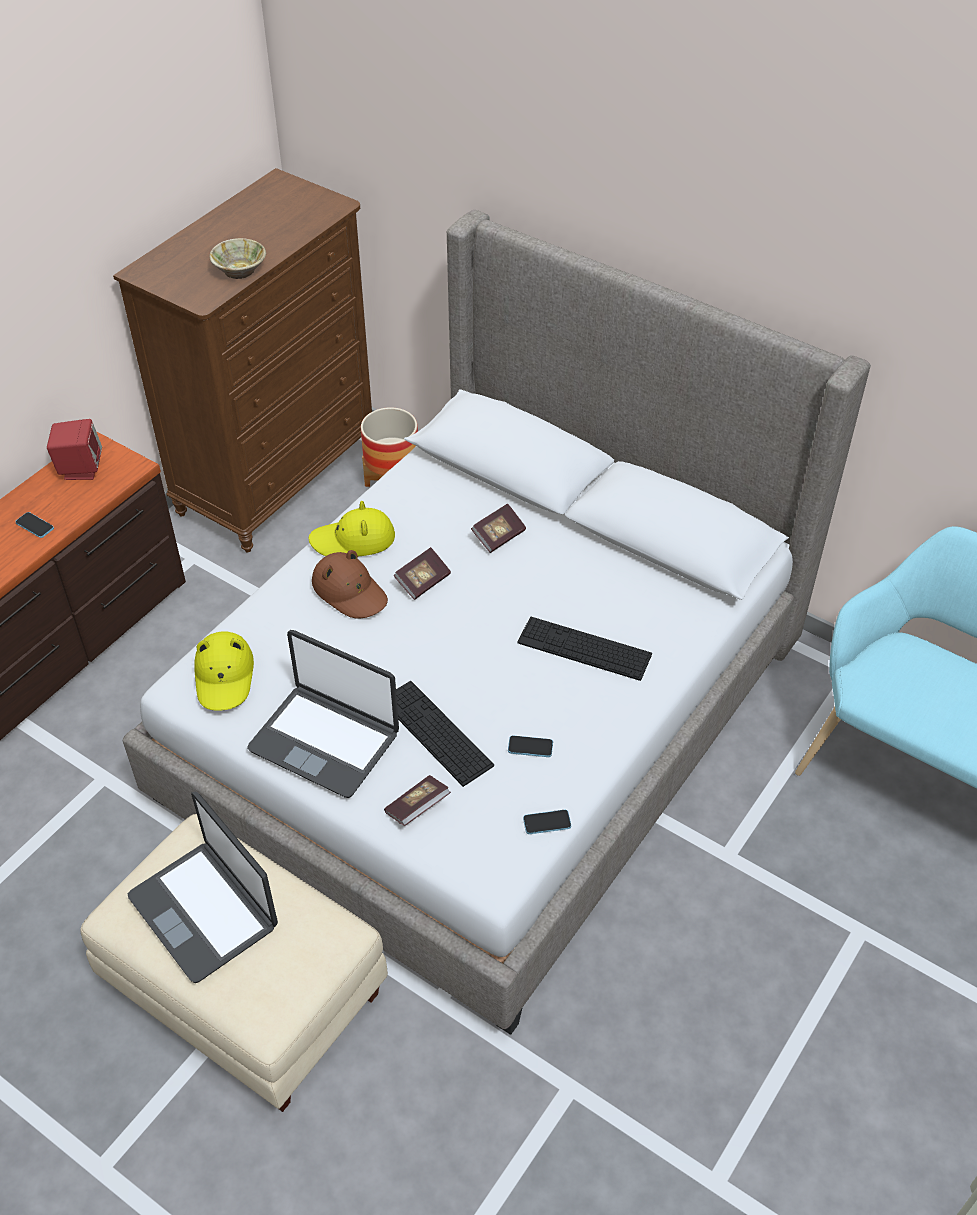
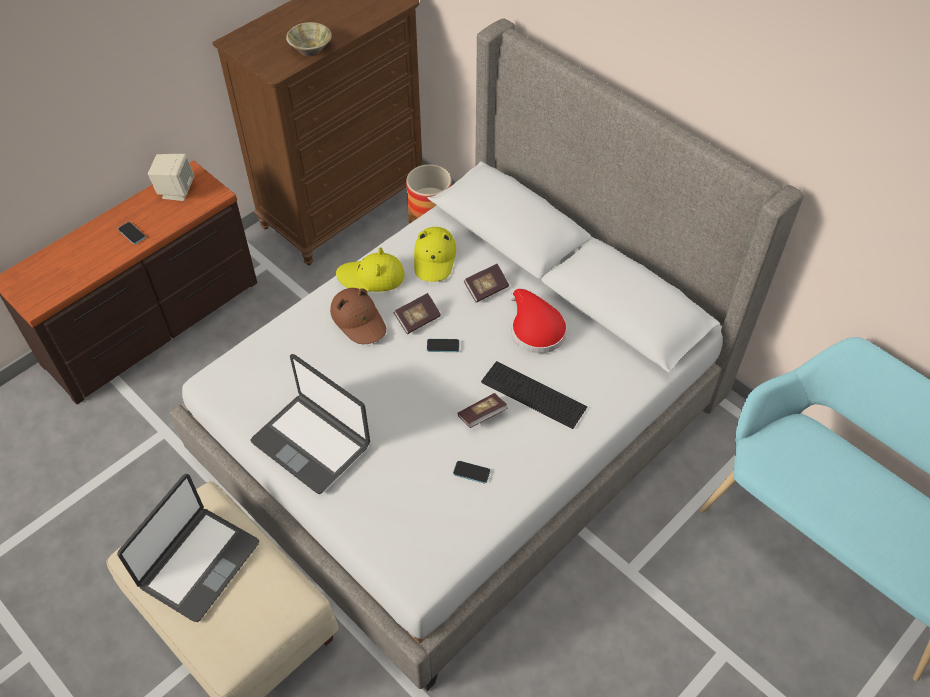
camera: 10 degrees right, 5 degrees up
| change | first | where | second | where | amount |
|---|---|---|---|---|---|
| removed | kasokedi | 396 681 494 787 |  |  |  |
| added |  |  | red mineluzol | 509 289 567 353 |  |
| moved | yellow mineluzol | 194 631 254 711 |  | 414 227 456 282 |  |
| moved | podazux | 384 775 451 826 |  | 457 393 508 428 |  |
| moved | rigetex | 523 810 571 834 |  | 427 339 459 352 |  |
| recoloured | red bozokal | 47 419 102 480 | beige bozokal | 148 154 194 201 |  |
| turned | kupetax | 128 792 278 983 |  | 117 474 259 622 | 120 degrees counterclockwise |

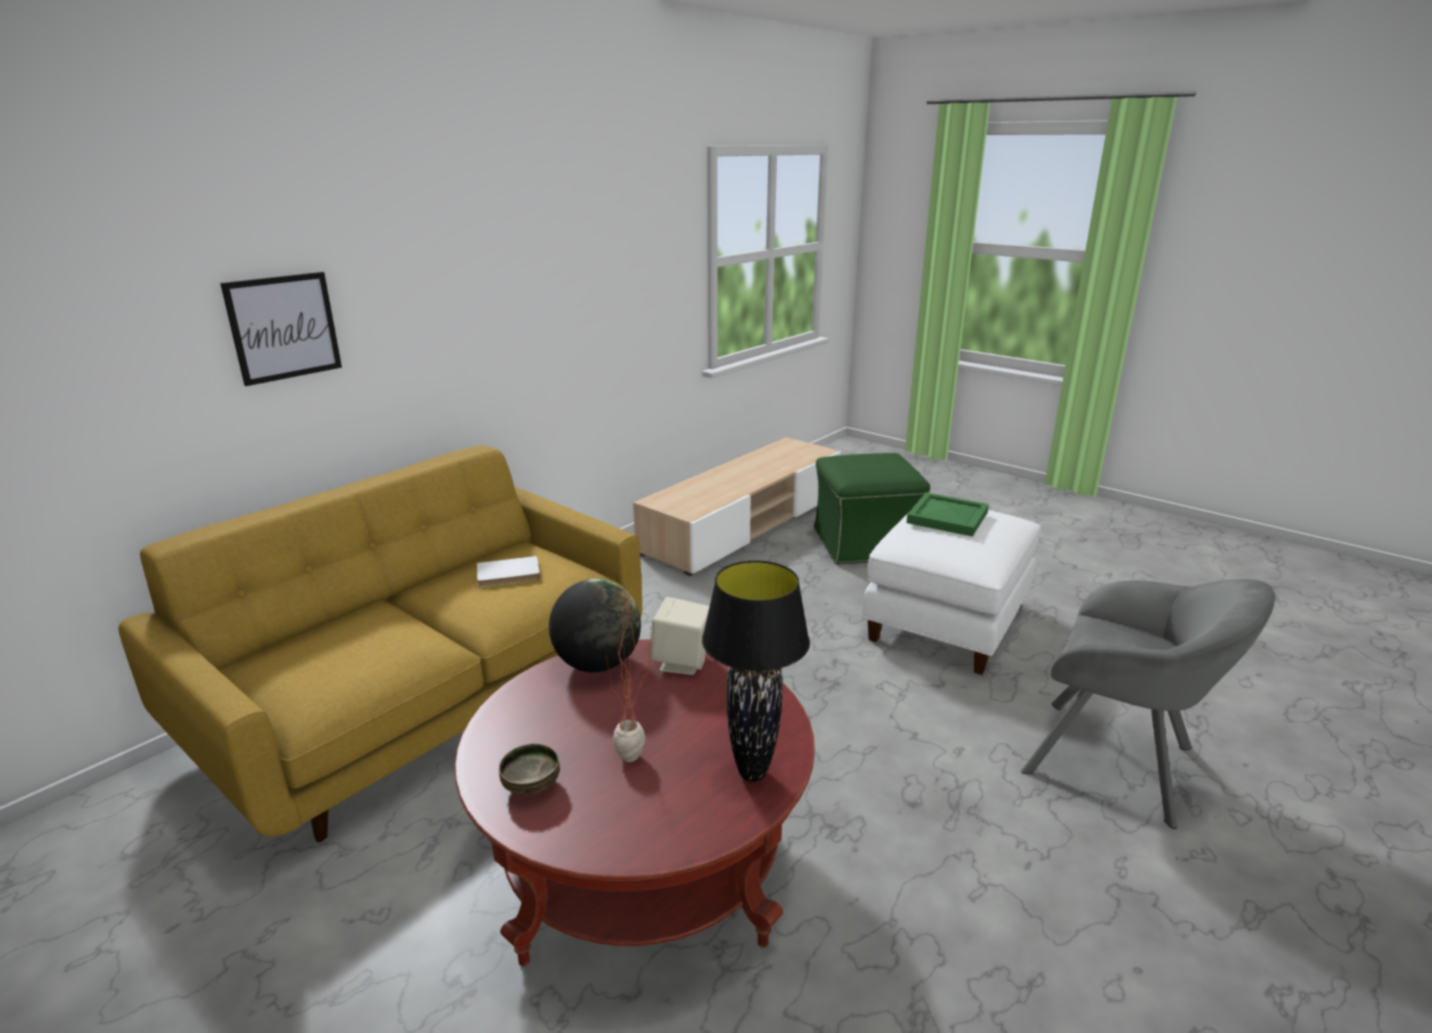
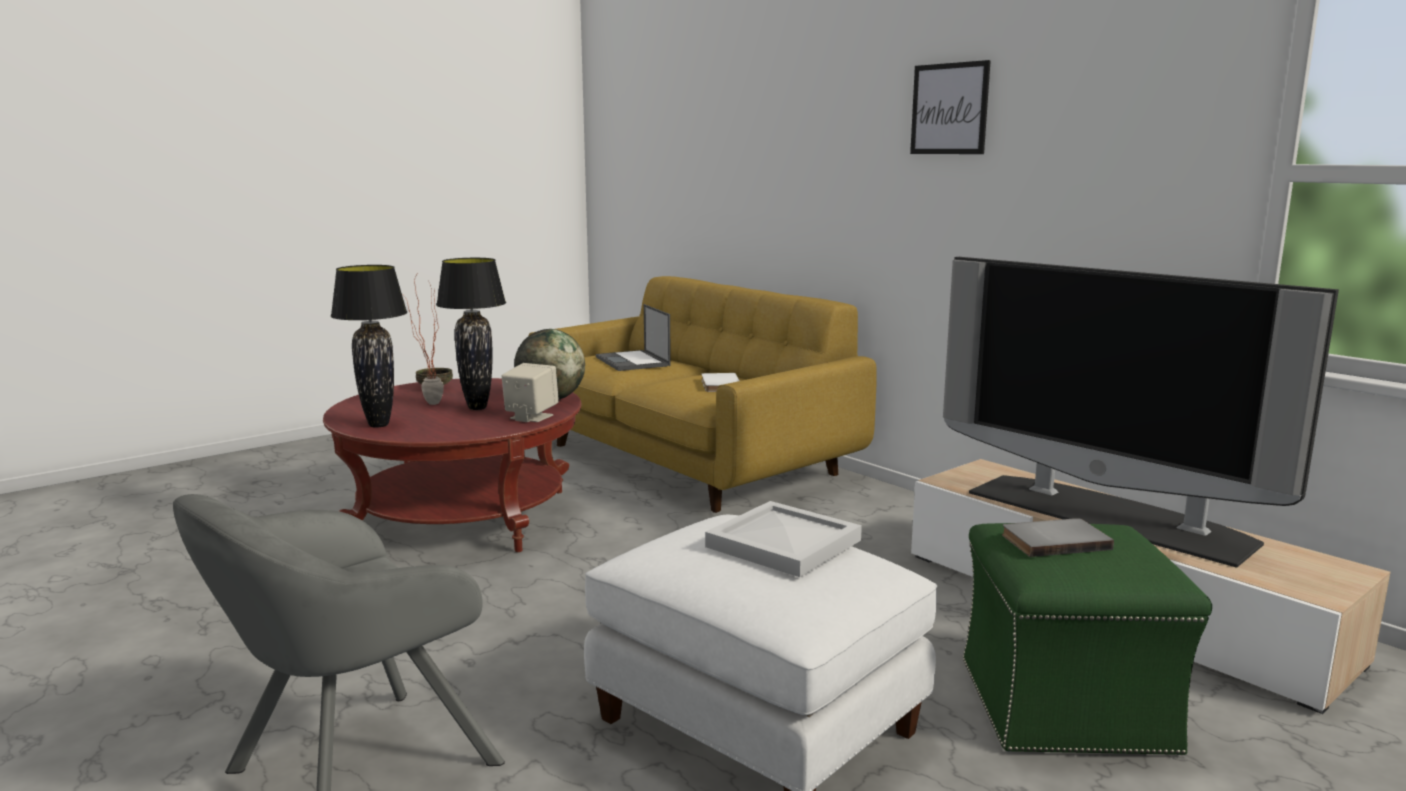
camera: 100 degrees right, 10 degrees down
| change | first | where | second | where | amount |
|---|---|---|---|---|---|
| added |  |  | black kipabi | 436 258 506 410 |  |
| added |  |  | kupetax | 596 304 671 371 |  |
| added |  |  | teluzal | 943 257 1339 568 |  |
| added |  |  | grey podazux | 1002 518 1114 557 |  |
| moved | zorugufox | 220 272 342 386 |  | 910 60 991 154 |  |
| recoloured | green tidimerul | 906 492 989 537 | white tidimerul | 705 501 862 577 |  |

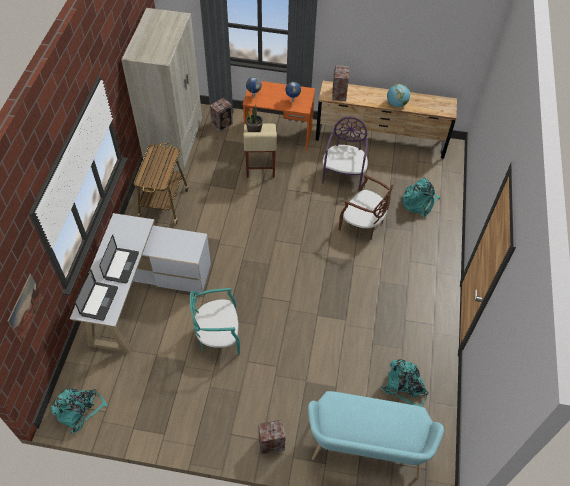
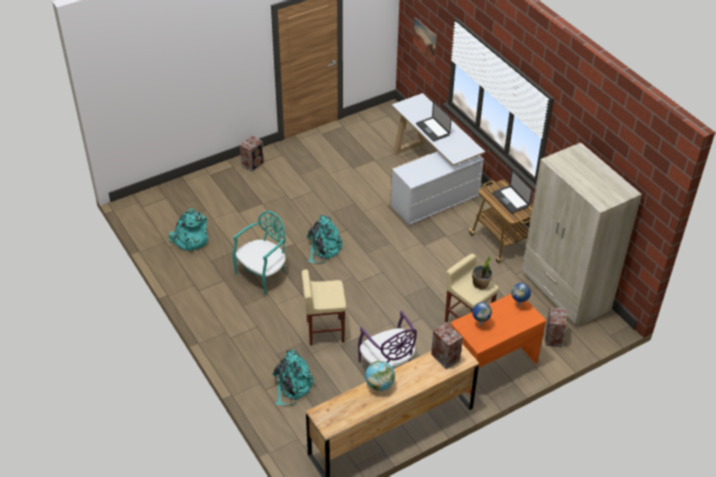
camera: 140 degrees right, 10 degrees down
| change | first | where | second | where | amount |
|---|---|---|---|---|---|
| removed | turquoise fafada | 308 391 444 479 |  |  |  |
| moved | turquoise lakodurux | 51 388 108 434 |  | 307 215 344 263 |  |
| moved | kupetax | 75 269 118 321 |  | 492 170 532 213 |  |
| moved | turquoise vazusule | 190 288 240 355 |  | 233 211 286 295 |  |
| replaced | brown vazusule | 339 175 394 240 | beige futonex | 301 269 347 345 |  |

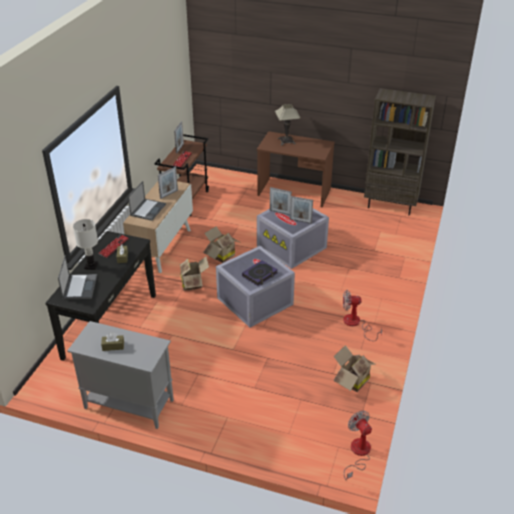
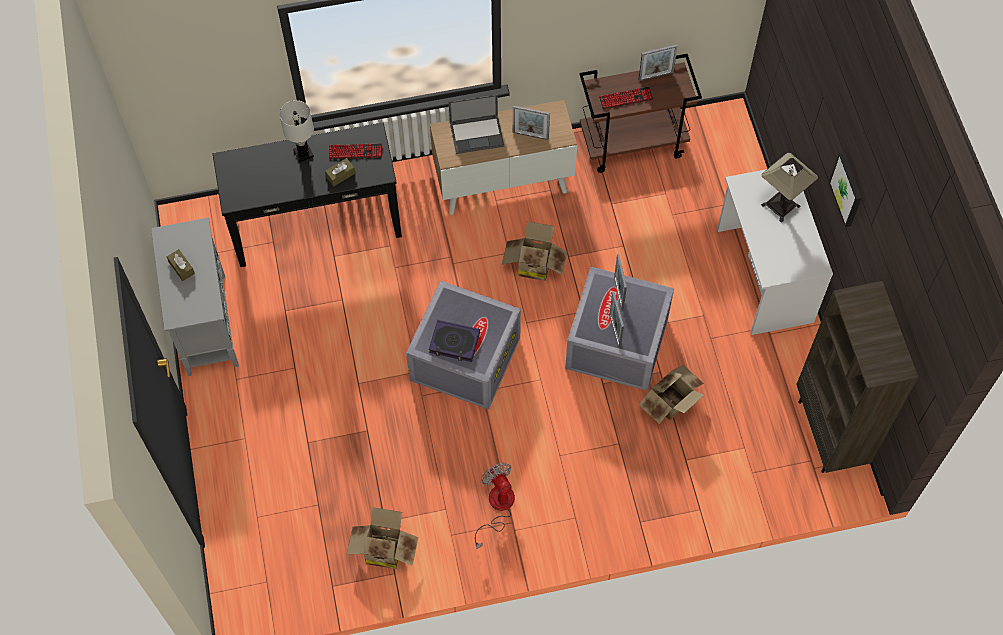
camera: 60 degrees right, 25 degrees up
| change | first | where | second | where | amount |
|---|---|---|---|---|---|
| removed | kupetax | 58 255 97 299 |  |  |  |
| removed | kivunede | 344 410 372 480 |  |  |  |
| added |  |  | zorugufox | 829 152 862 227 |  |
| moved | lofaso | 180 257 209 291 |  | 639 365 704 424 |  |
| recoloured | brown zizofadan | 257 131 334 207 | white zizofadan | 717 164 833 335 |  |

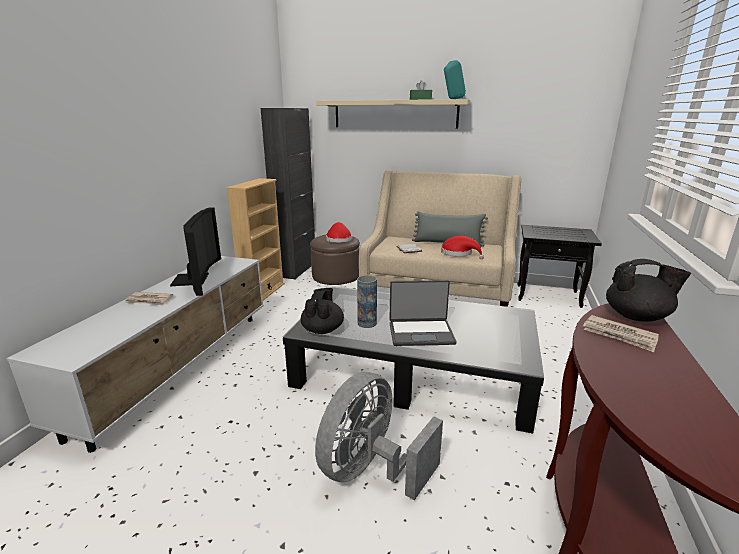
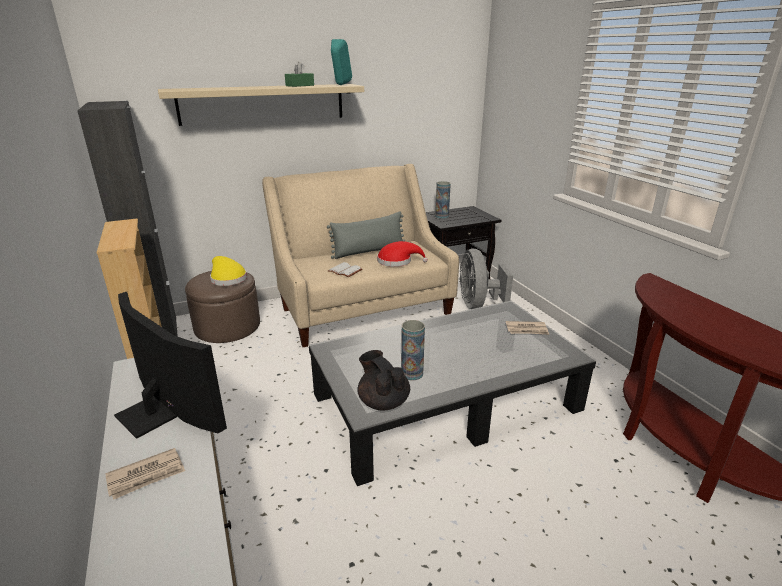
camera: 40 degrees left, 5 degrees up
| change | first | where | second | where | amount |
|---|---|---|---|---|---|
| removed | kupetax | 390 280 457 346 |  |  |  |
| removed | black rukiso | 606 259 691 322 |  |  |  |
| added |  |  | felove | 435 181 451 219 |  |
| moved | grey kivunede | 315 372 443 500 |  | 459 249 513 309 |  |
| moved | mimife | 583 315 659 352 |  | 506 321 549 335 |  |
| recoloured | red mineluzol | 326 222 352 243 | yellow mineluzol | 210 256 247 286 |  |

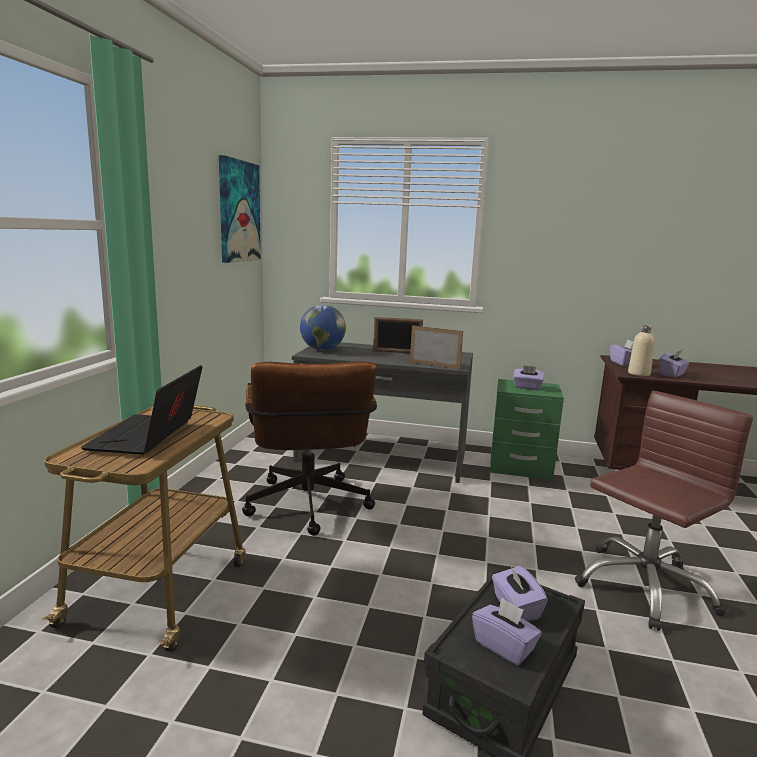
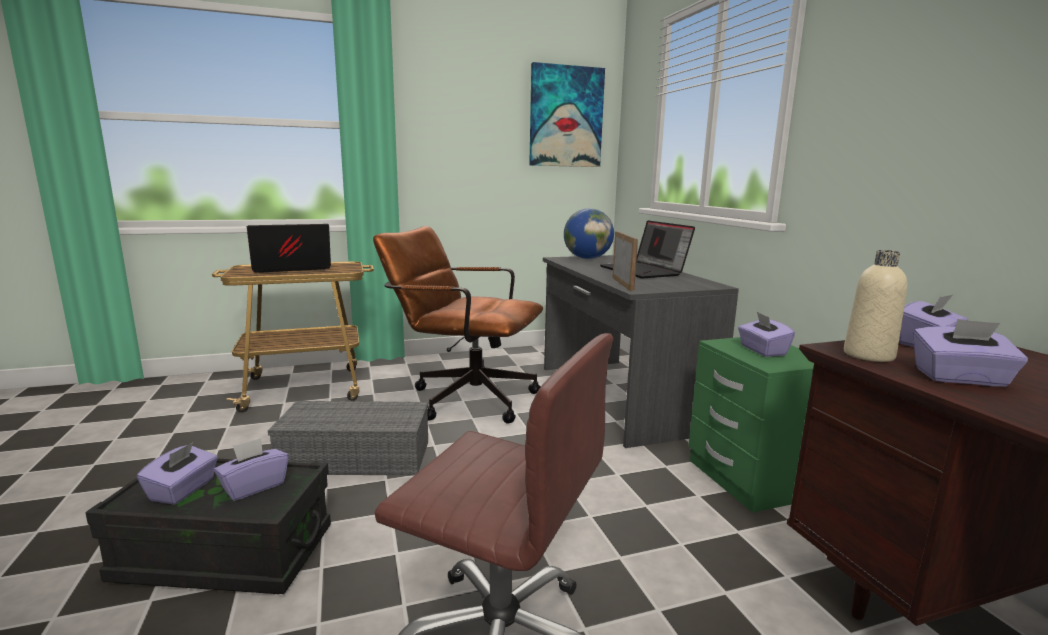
camera: 60 degrees right, 0 degrees up
| change | first | where | second | where | amount |
|---|---|---|---|---|---|
| added |  |  | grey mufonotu | 268 401 428 475 |  |
| replaced | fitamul | 373 317 423 353 | kupetax | 600 221 695 278 |  |
| turned | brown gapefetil | 242 361 377 536 |  | 373 226 543 424 | 60 degrees clockwise |

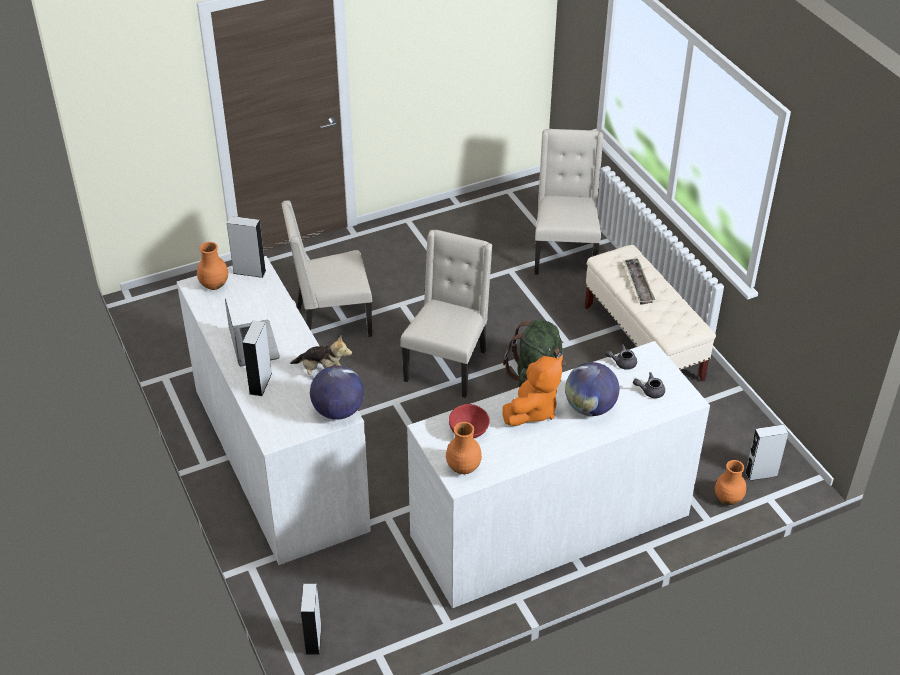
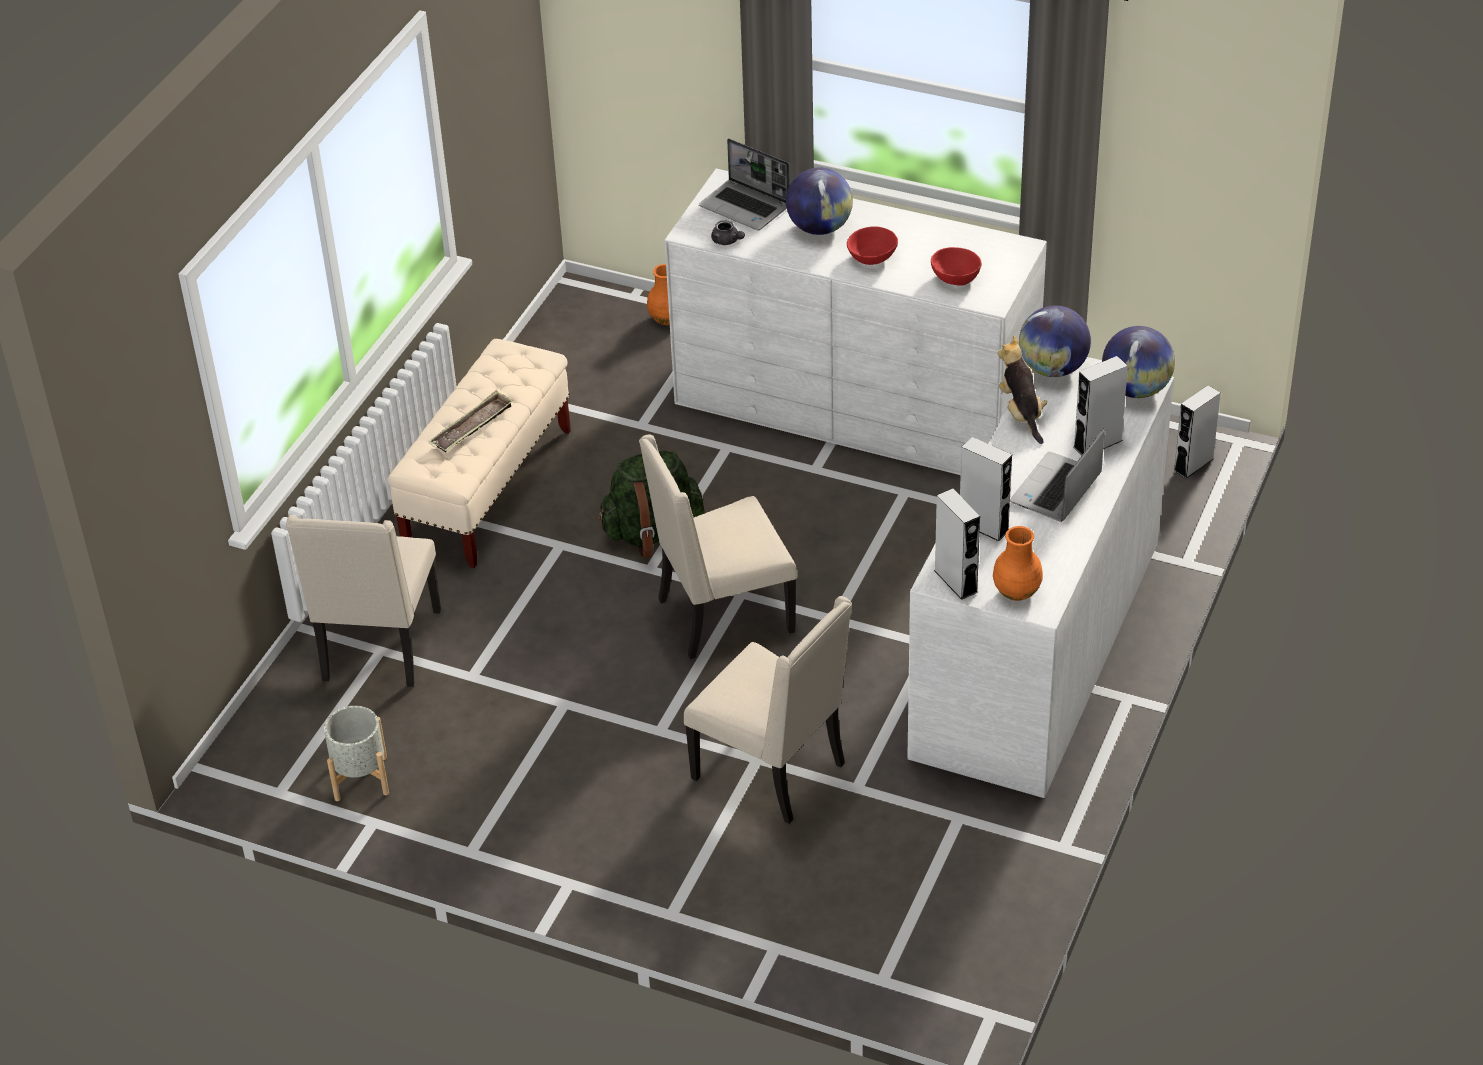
camera: 130 degrees left, 0 degrees up
| change | first | where | second | where | amount |
|---|---|---|---|---|---|
| removed | orange felove | 446 422 482 474 |  |  |  |
| added |  |  | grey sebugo | 324 706 389 801 |  |
| added |  |  | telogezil | 1102 326 1175 398 |  |
| moved | grey bozokal | 745 425 788 481 |  | 960 437 1012 541 |  |
| replaced | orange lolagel | 502 355 563 426 | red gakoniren | 847 226 898 265 |  |
| replaced | grey rukiso | 633 372 665 398 | kupetax | 699 138 790 230 |  |
| turned | beige vazusule | 535 129 603 275 |  | 286 515 441 687 | 45 degrees counterclockwise |

